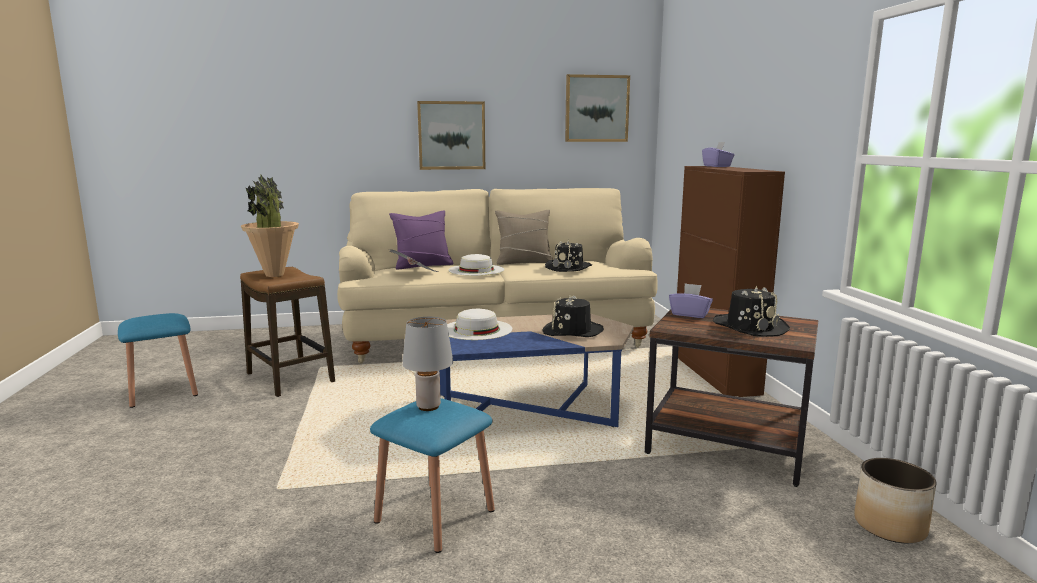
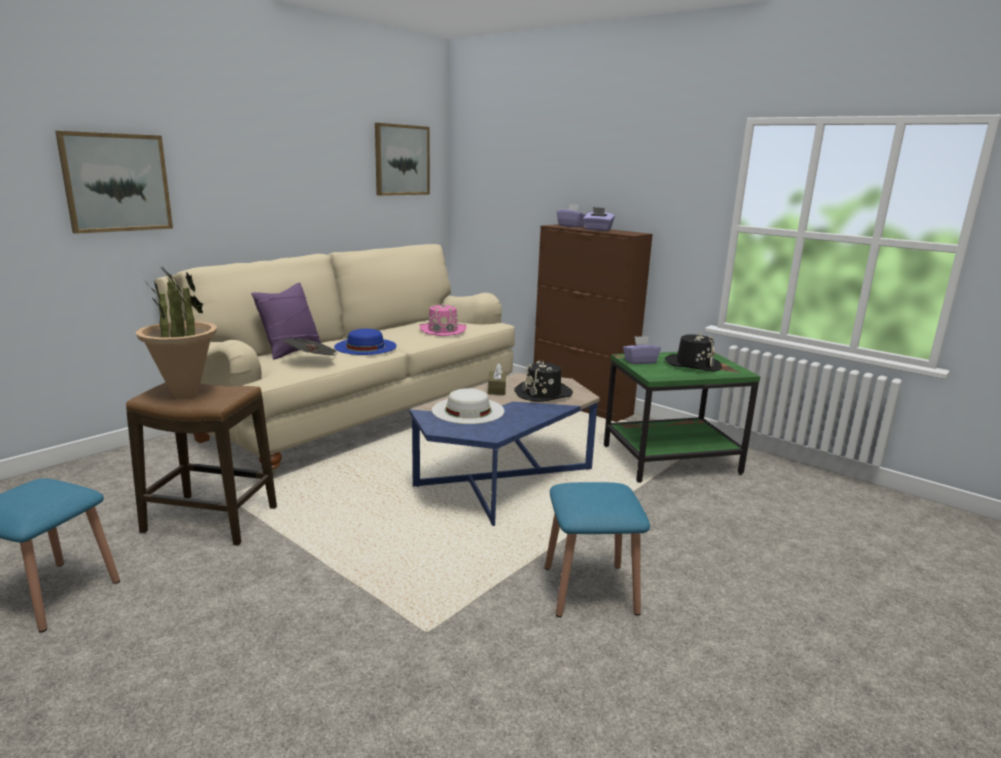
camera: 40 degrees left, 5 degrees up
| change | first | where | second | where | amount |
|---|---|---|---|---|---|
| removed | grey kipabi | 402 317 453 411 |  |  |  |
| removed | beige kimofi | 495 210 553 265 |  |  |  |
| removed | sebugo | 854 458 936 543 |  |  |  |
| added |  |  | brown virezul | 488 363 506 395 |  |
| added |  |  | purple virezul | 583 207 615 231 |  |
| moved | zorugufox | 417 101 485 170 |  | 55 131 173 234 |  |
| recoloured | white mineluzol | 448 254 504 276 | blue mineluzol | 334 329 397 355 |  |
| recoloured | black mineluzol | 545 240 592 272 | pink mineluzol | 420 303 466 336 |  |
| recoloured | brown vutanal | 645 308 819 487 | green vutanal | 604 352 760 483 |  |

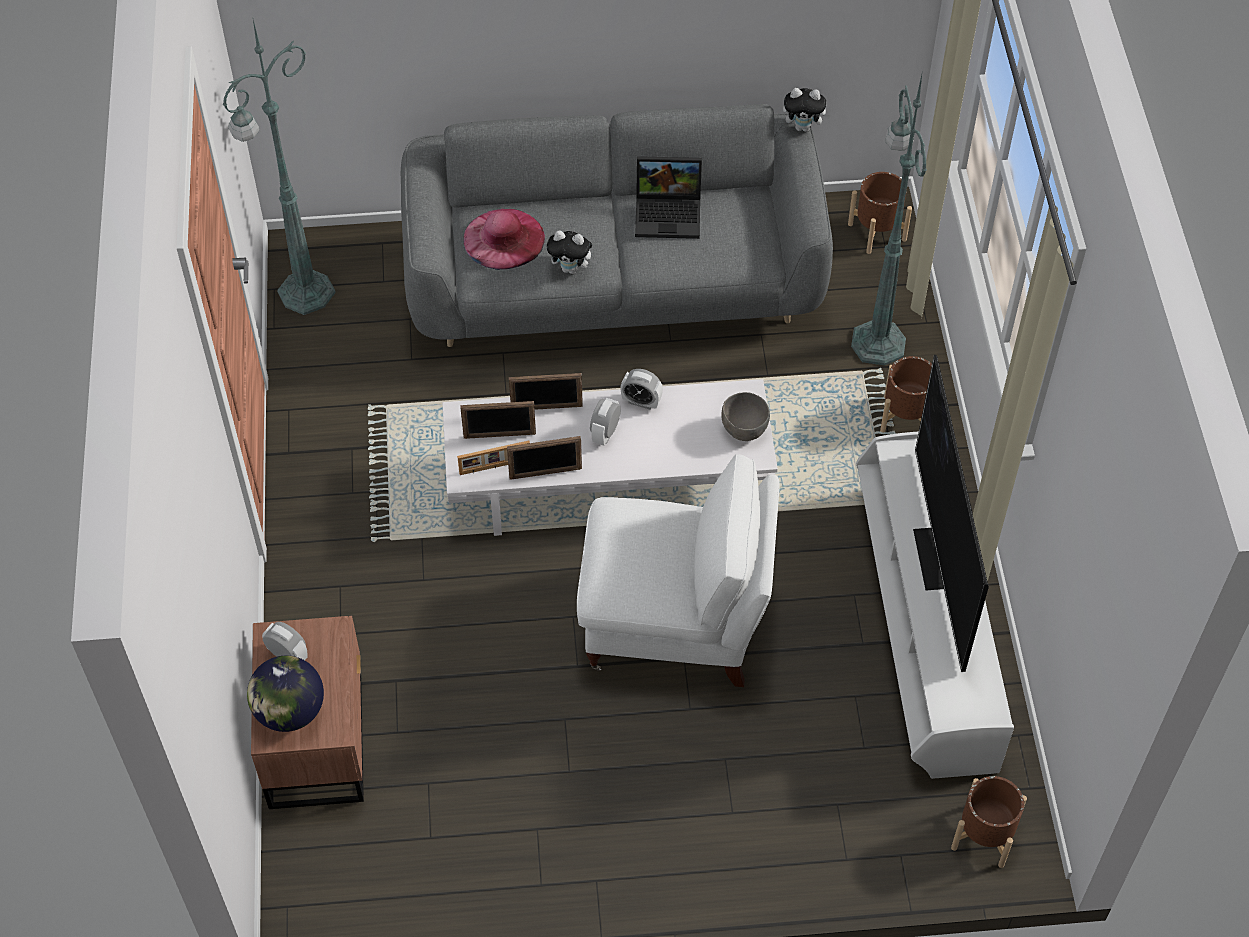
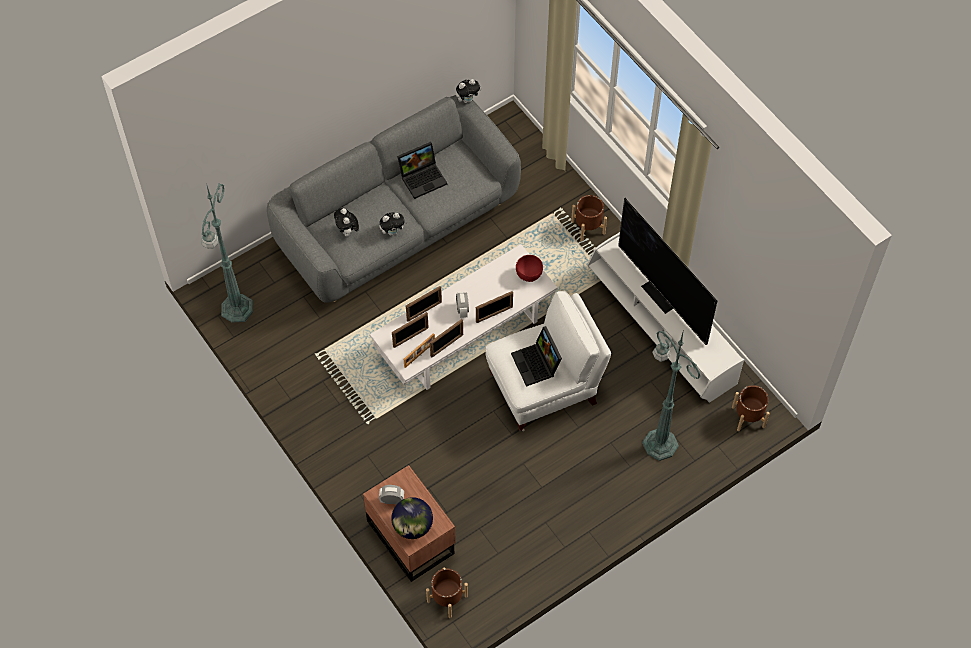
camera: 30 degrees left, 5 degrees up
| change | first | where | second | where | amount |
|---|---|---|---|---|---|
| removed | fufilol | 620 369 663 410 |  |  |  |
| added |  |  | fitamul | 476 291 513 323 |  |
| added |  |  | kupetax | 511 326 562 387 |  |
| moved | brown sebugo | 848 172 912 254 |  | 426 568 468 618 |  |
| moved | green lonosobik | 851 70 927 365 |  | 642 330 701 461 |  |
| replaced | pink mineluzol | 464 209 545 270 | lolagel | 334 208 359 237 |  |
| recoloured | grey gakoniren | 721 392 770 441 | red gakoniren | 516 255 543 282 |  |

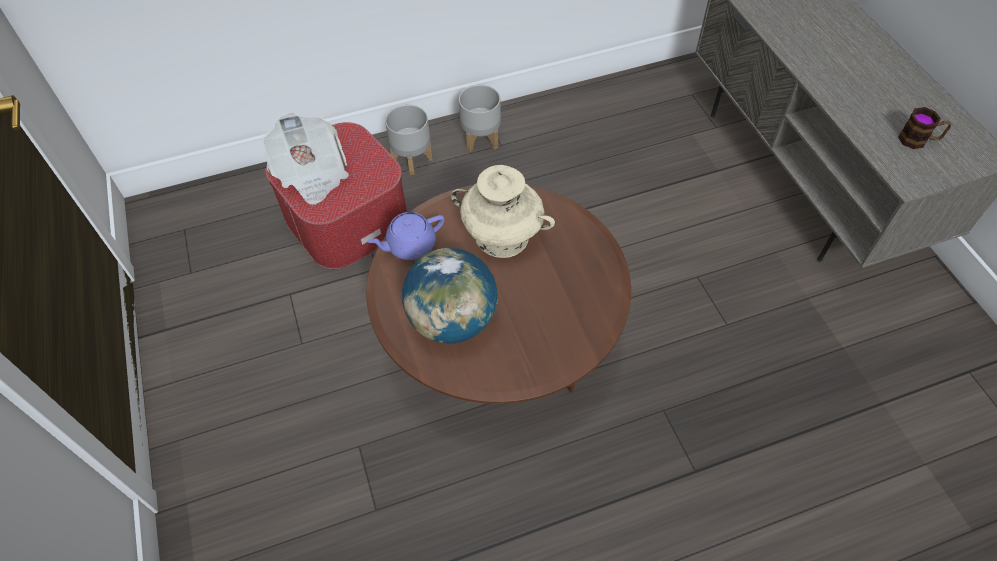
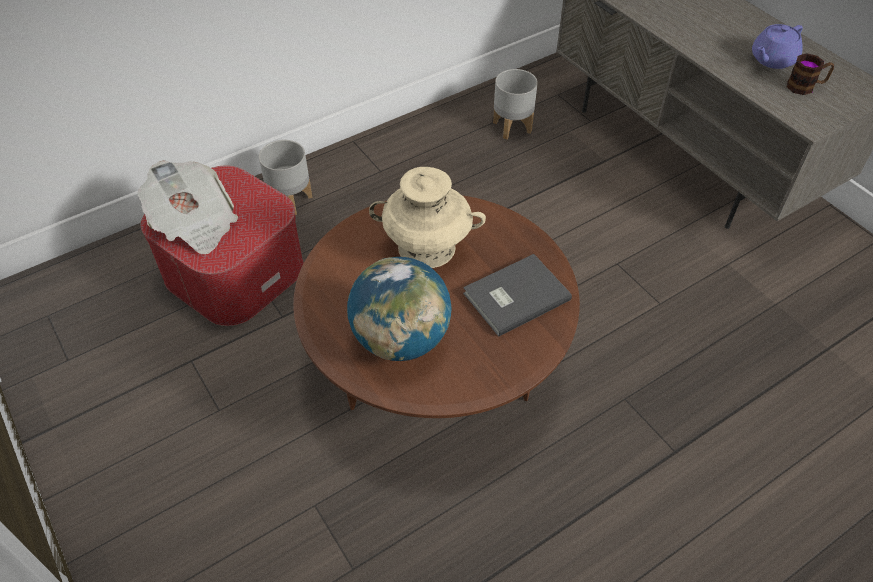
camera: 15 degrees left, 5 degrees down
| change | first | where | second | where | amount |
|---|---|---|---|---|---|
| added |  |  | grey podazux | 463 254 572 337 |  |
| moved | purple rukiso | 367 212 445 260 |  | 752 24 803 69 |  |
| moved | grey sebugo | 459 85 501 152 |  | 493 69 538 139 |  |

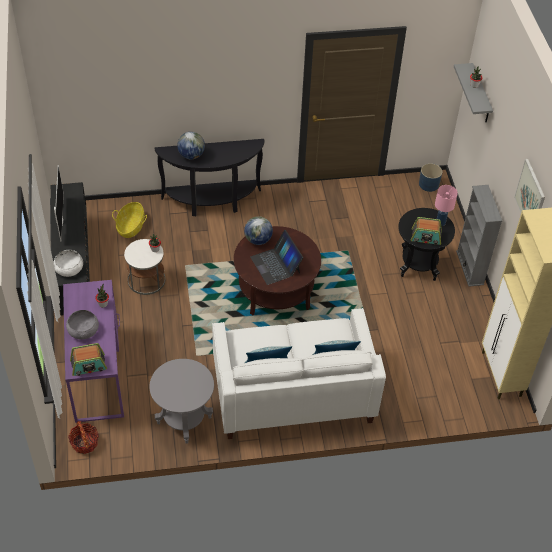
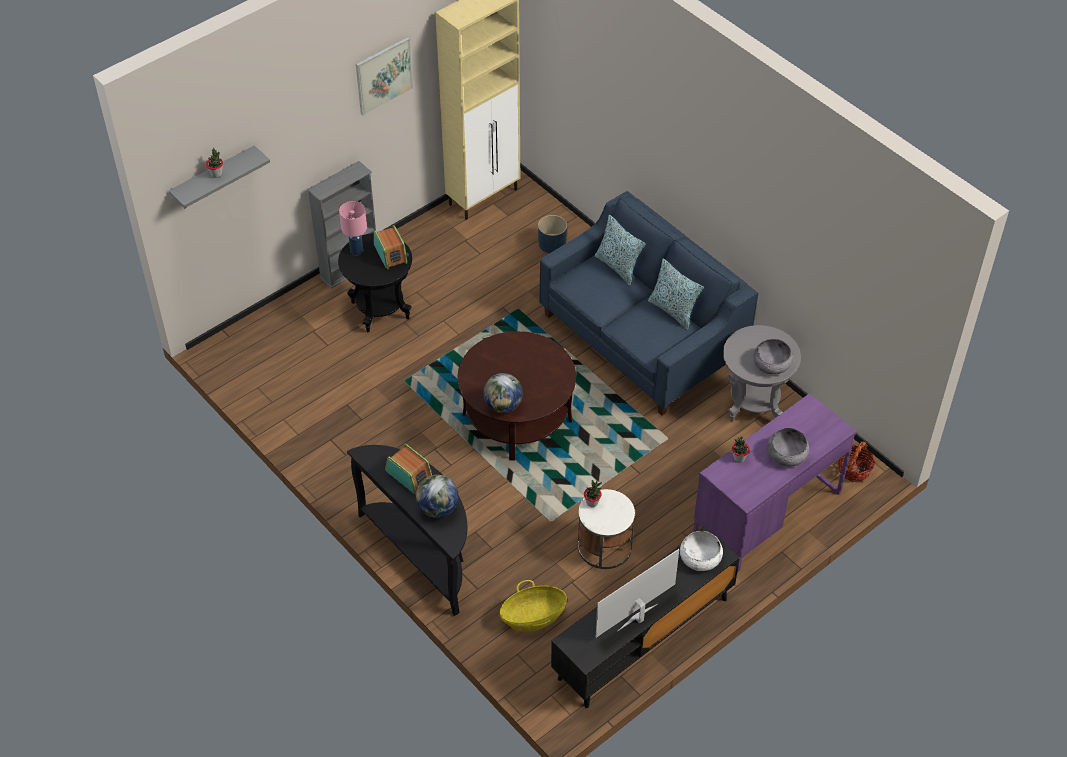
camera: 120 degrees left, 0 degrees up
| change | first | where | second | where | amount |
|---|---|---|---|---|---|
| removed | kupetax | 250 230 303 285 |  |  |  |
| added |  |  | grey gakoniren | 753 339 793 375 |  |
| moved | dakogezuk | 70 343 107 376 |  | 385 443 432 495 |  |
| moved | blue sebugo | 419 163 442 192 |  | 538 215 567 253 |  |
| recoloured | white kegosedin | 212 308 386 439 | blue kegosedin | 539 191 759 415 |  |

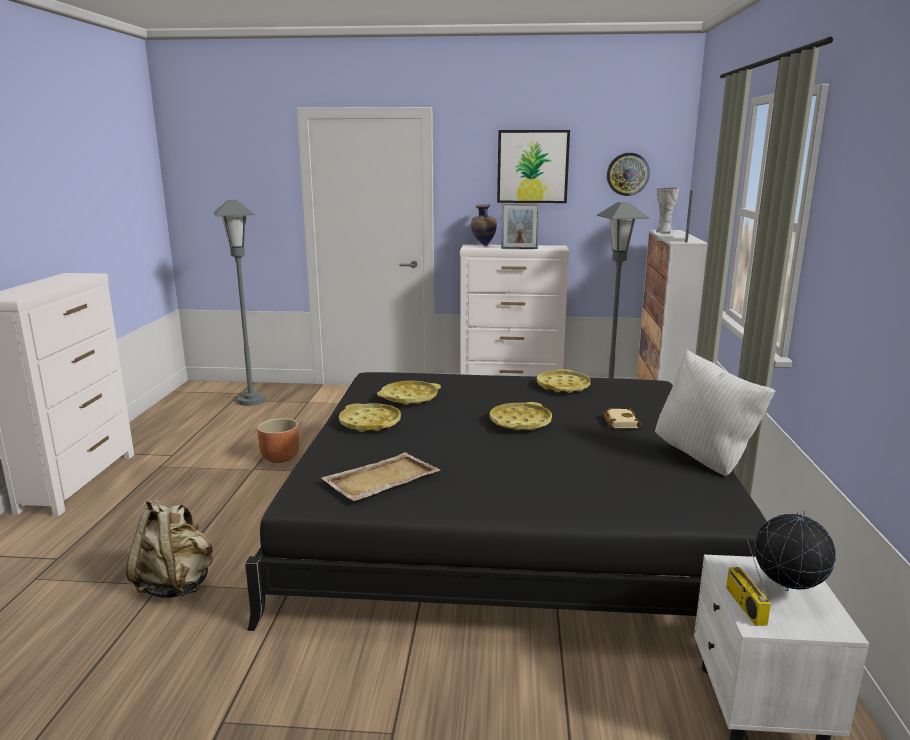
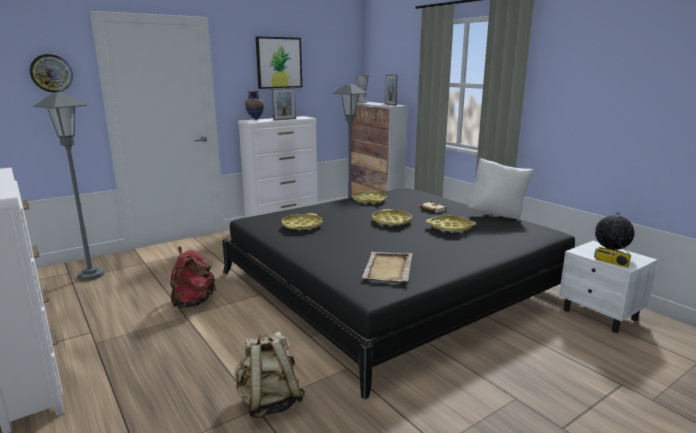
camera: 40 degrees left, 0 degrees up
| change | first | where | second | where | amount |
|---|---|---|---|---|---|
| moved | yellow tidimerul | 339 403 401 432 |  | 426 215 476 233 |  |
| moved | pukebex | 607 153 650 196 |  | 30 54 73 93 |  |
| replaced | brown sebugo | 257 418 299 463 | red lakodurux | 170 247 216 308 |  |

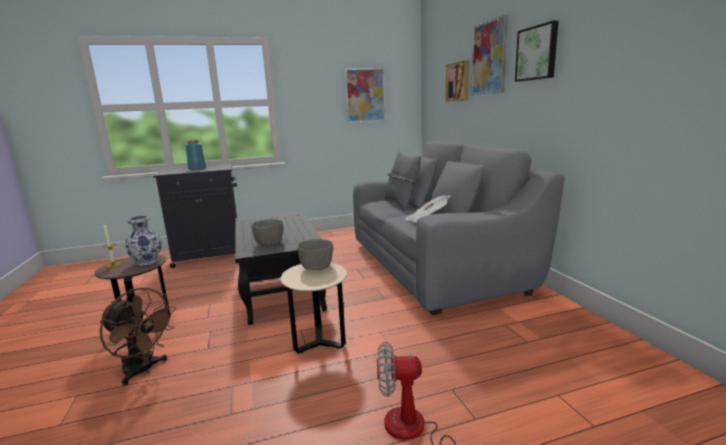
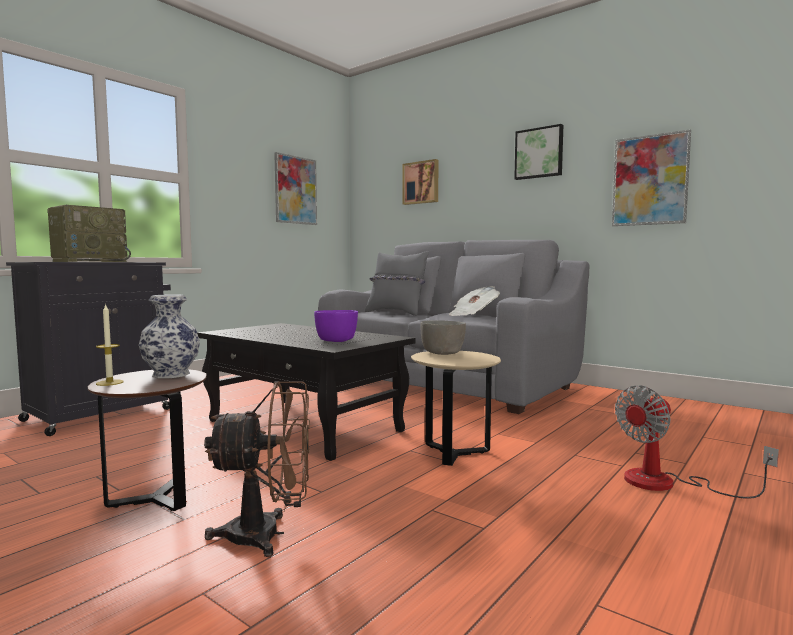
camera: 35 degrees left, 10 degrees down
| change | first | where | second | where | amount |
|---|---|---|---|---|---|
| moved | zorugufox | 471 15 508 95 |  | 612 129 691 226 |  |
| replaced | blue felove | 186 140 206 170 | dakogezuk | 47 205 131 262 |  |
| recoloured | grey gakoniren | 251 219 283 246 | purple gakoniren | 314 310 358 342 |  |

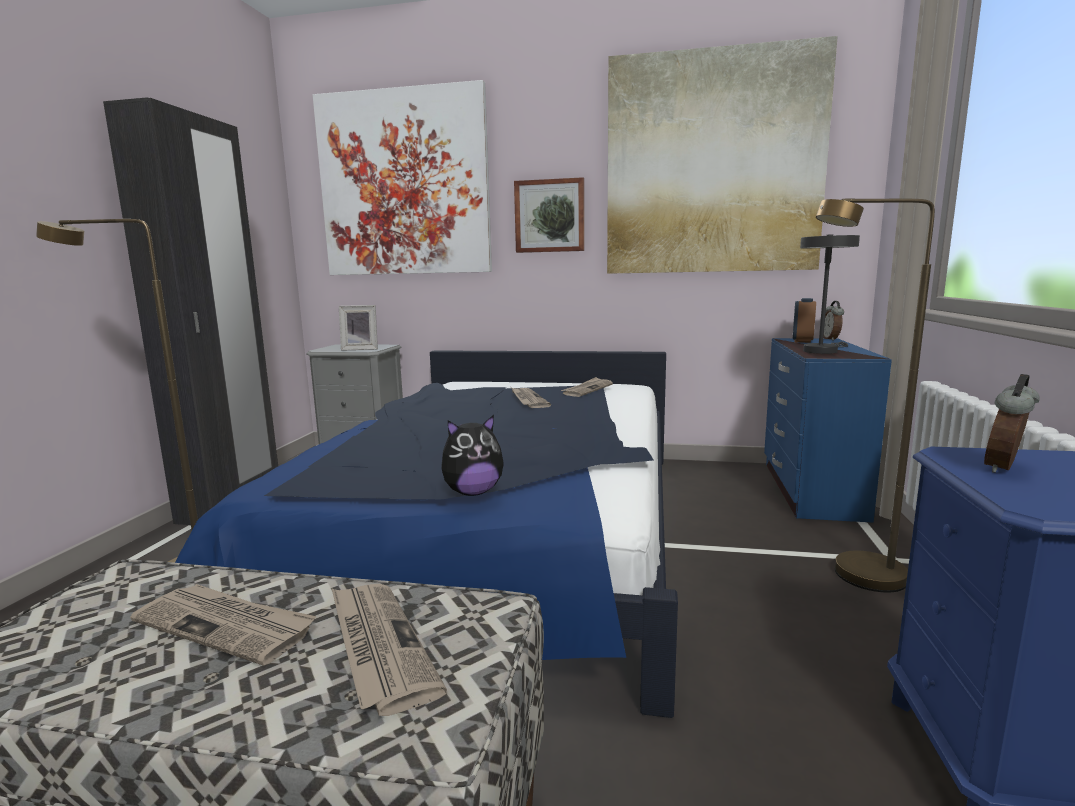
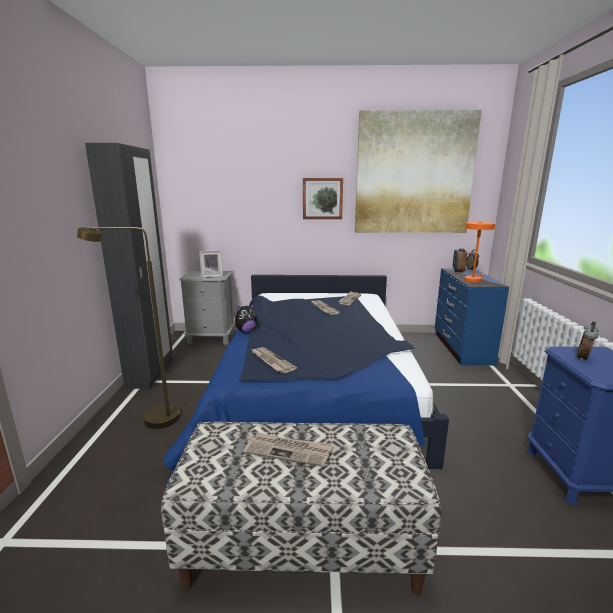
camera: 10 degrees left, 5 degrees up
| change | first | where | second | where | amount |
|---|---|---|---|---|---|
| removed | zorugufox | 313 80 492 275 |  |  |  |
| removed | brown lonosobik | 816 199 935 592 |  |  |  |
| moved | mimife | 332 584 447 716 |  | 251 347 297 373 |  |
| moved | lolagel | 442 415 504 496 |  | 235 303 258 333 |  |
| recoloured | grey kipabi | 800 234 860 354 | orange kipabi | 464 222 495 283 |  |

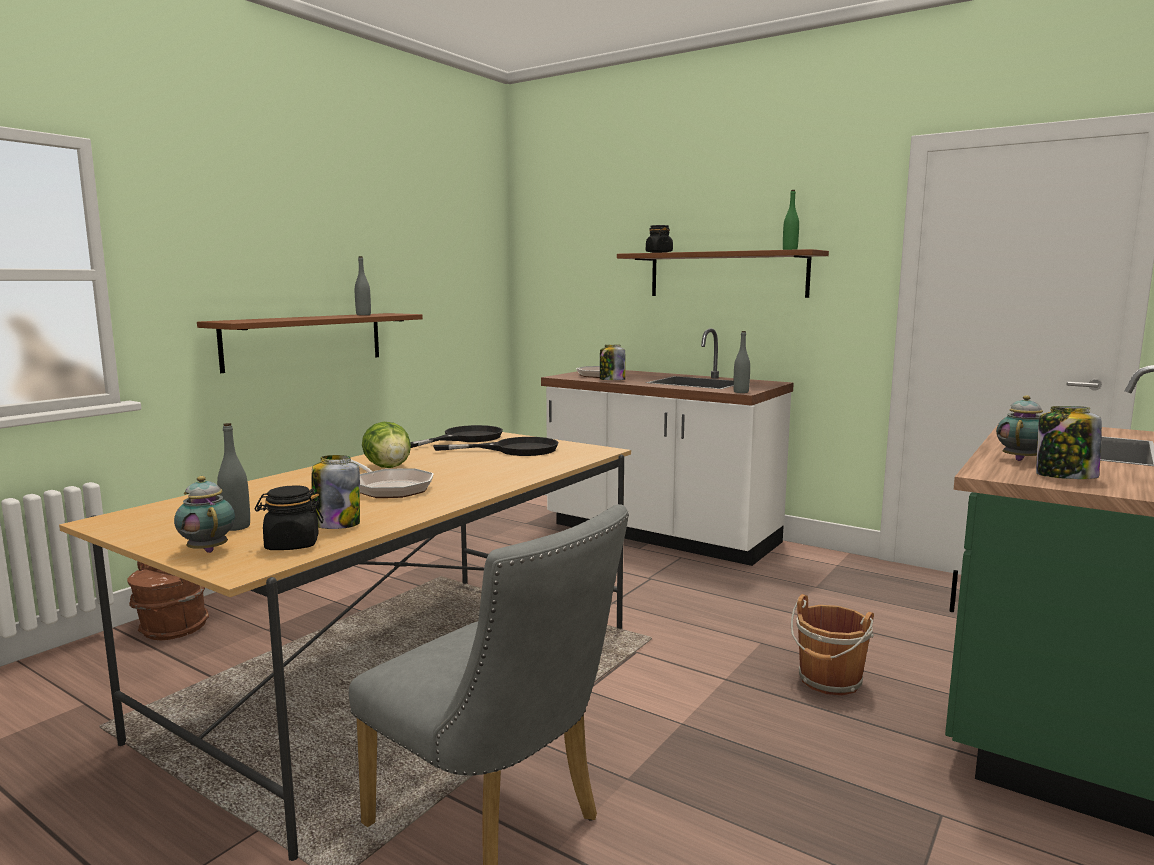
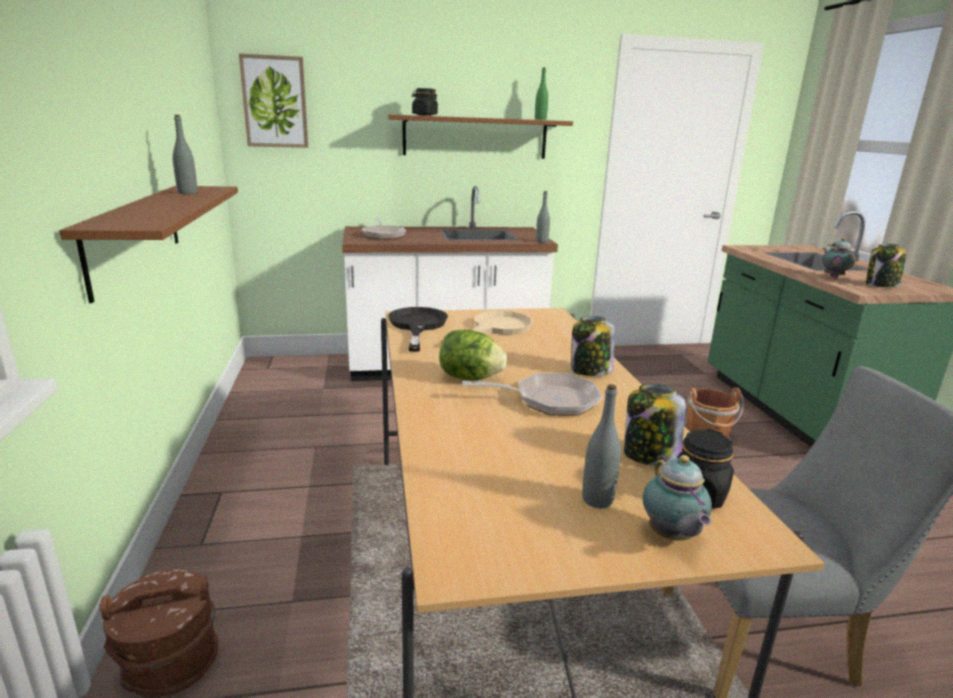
camera: 45 degrees left, 10 degrees up
| change | first | where | second | where | amount |
|---|---|---|---|---|---|
| added |  |  | zorugufox | 239 54 308 148 |  |
| moved | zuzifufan | 600 345 626 380 |  | 571 316 615 376 |  |
| recoloured | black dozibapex | 433 437 558 456 | beige dozibapex | 441 311 533 343 |  |
| turned | rukiso | 174 476 235 553 |  | 643 454 712 541 | 105 degrees counterclockwise |

